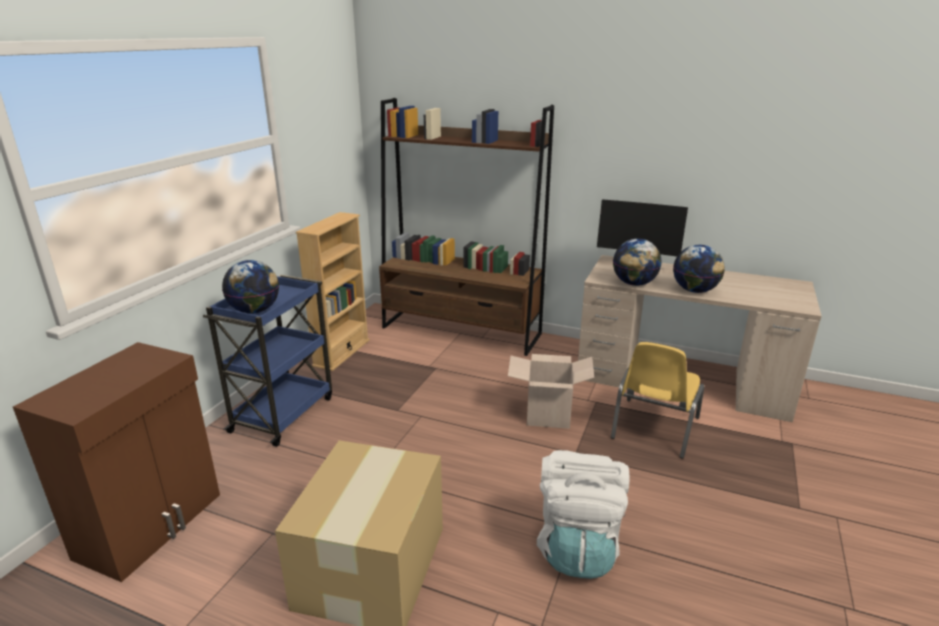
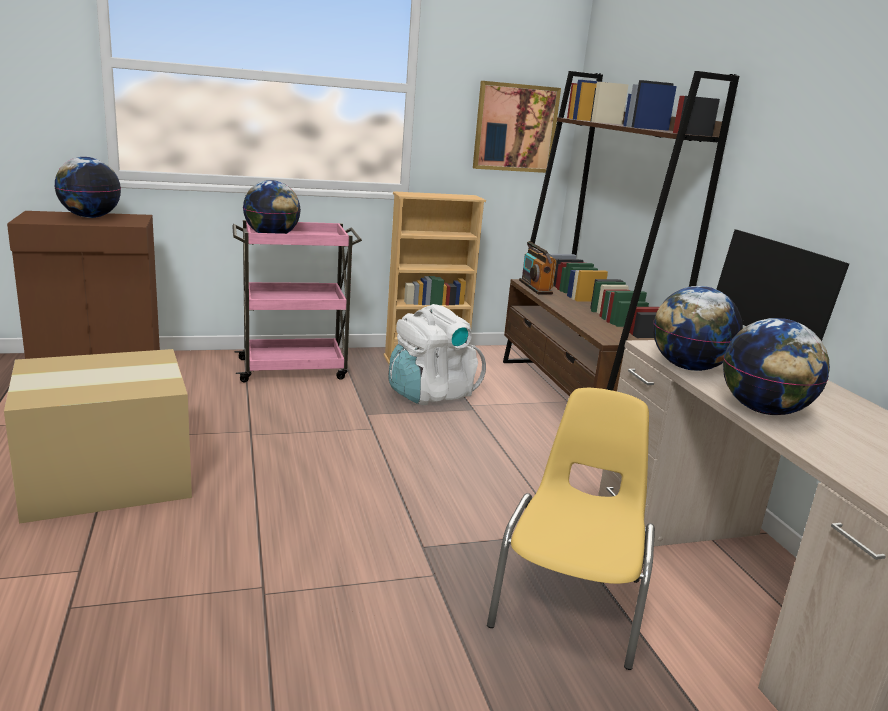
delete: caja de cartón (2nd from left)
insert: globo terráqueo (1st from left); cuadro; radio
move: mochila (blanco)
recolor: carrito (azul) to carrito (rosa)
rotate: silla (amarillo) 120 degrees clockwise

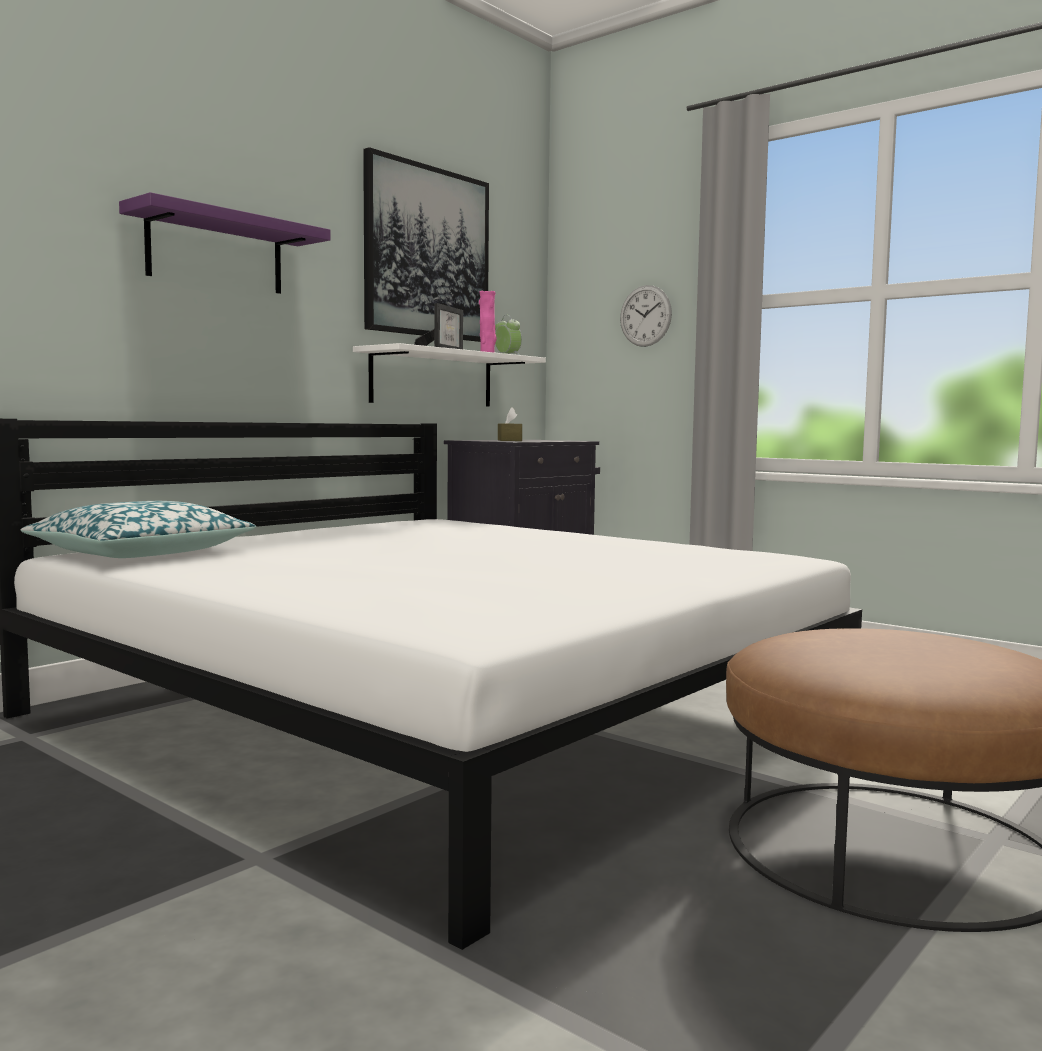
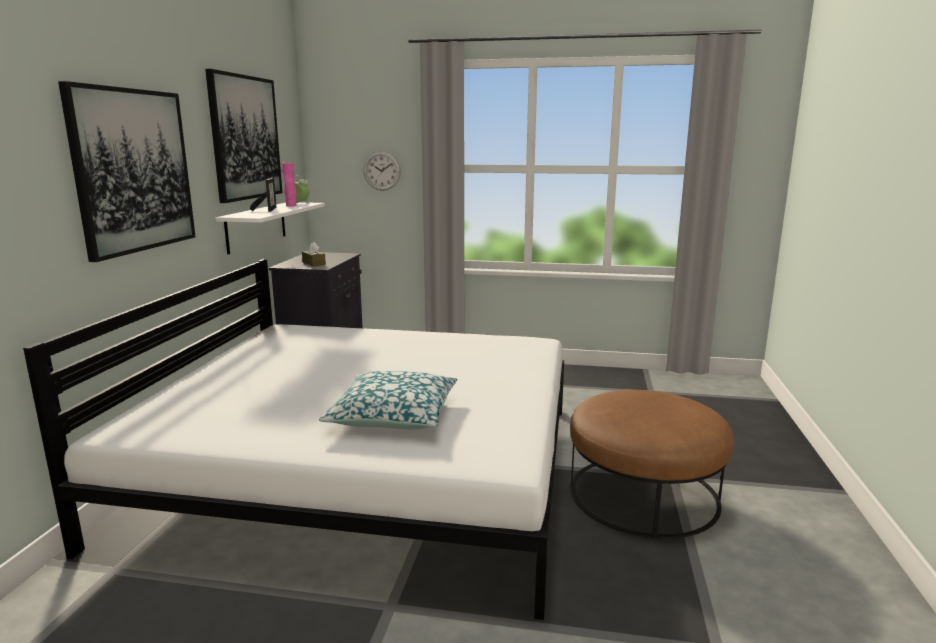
move: cojín
replace: estante (morado) to cuadro (1st from left)

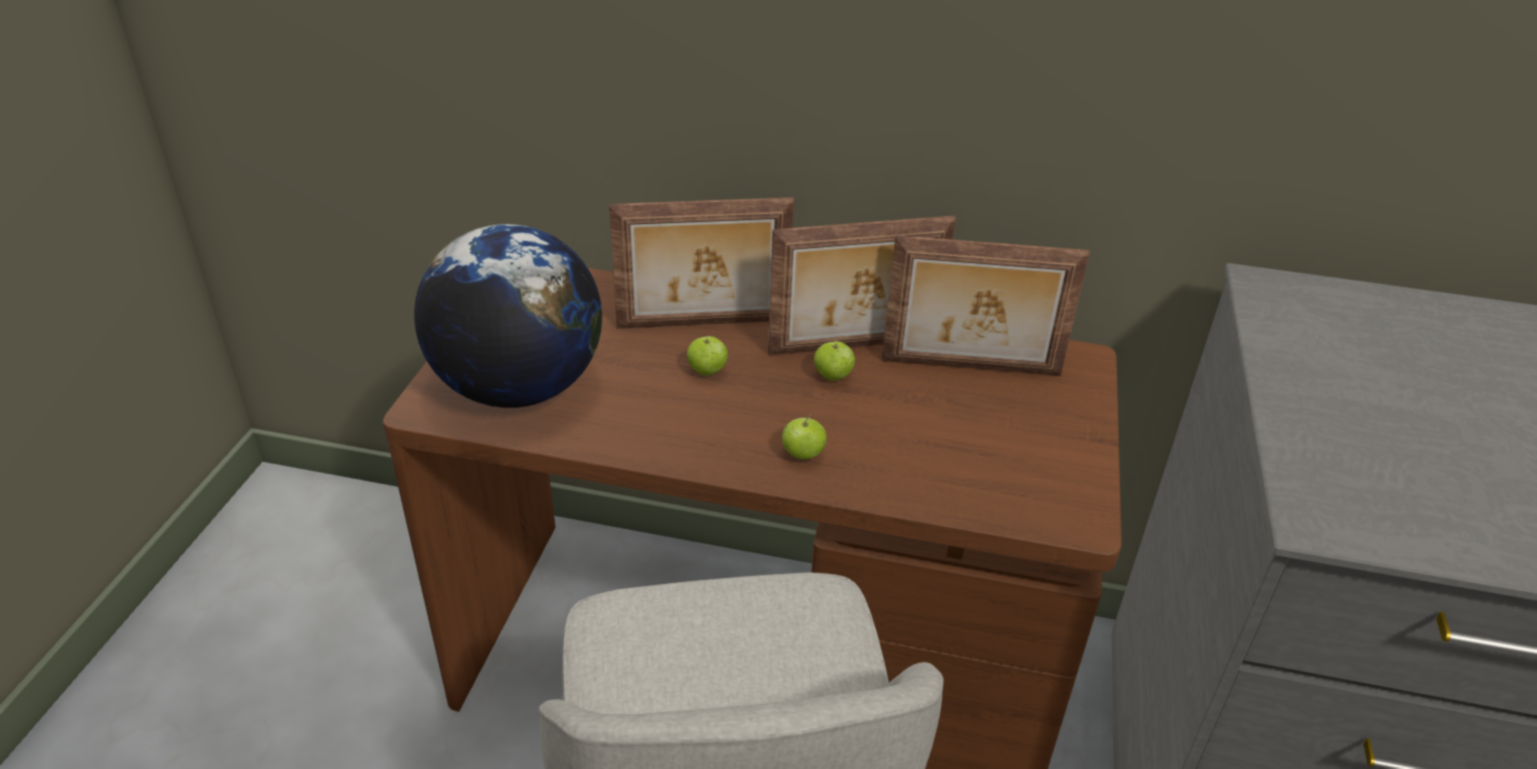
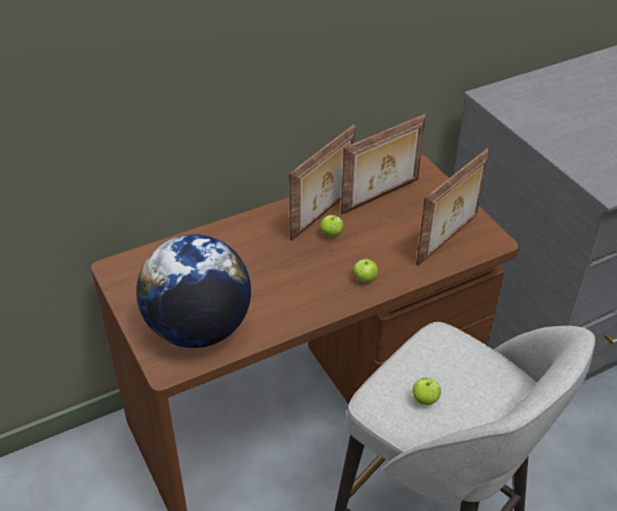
move: manzana (1st from left in the first image) to manzana (3rd from left); portarretratos (1st from left in the first image) to portarretratos (3rd from left)

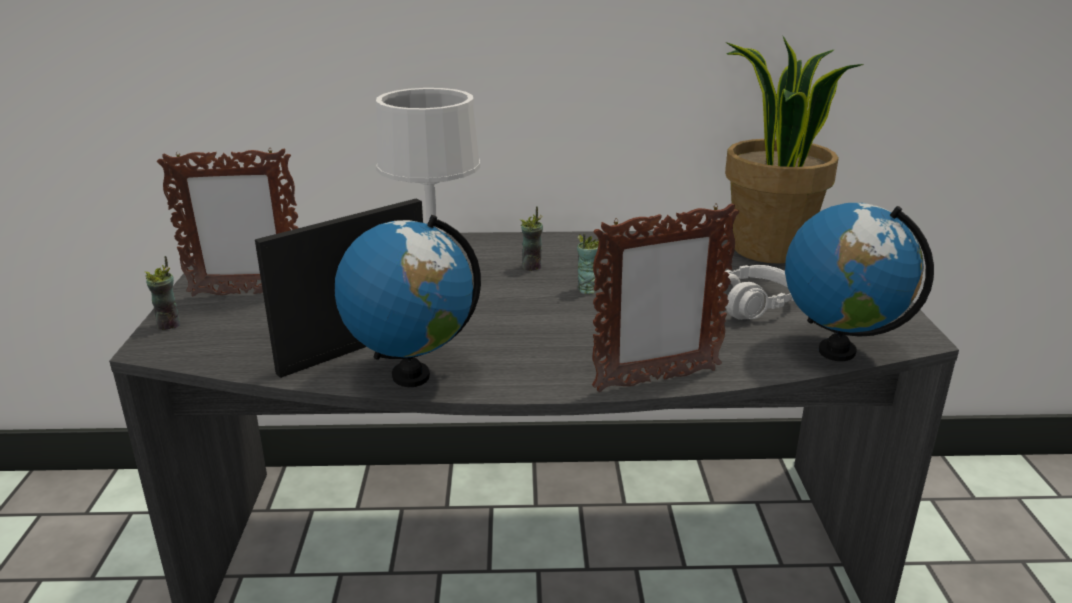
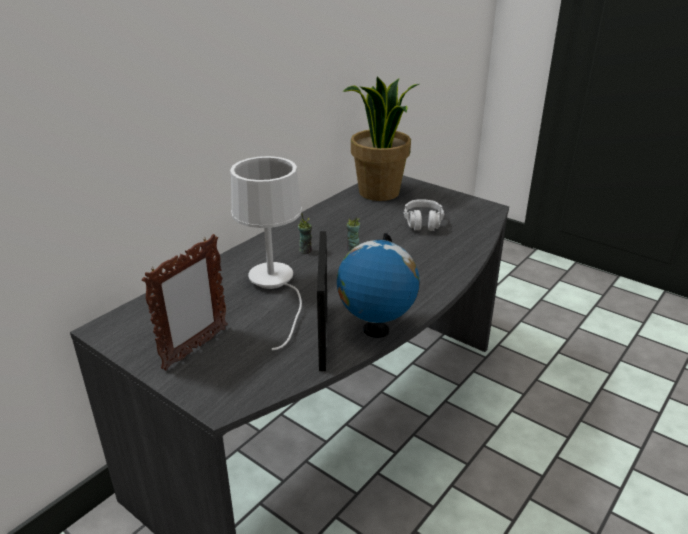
delete: taza (1st from left); portarretratos (3rd from left); globo terráqueo (2nd from left)

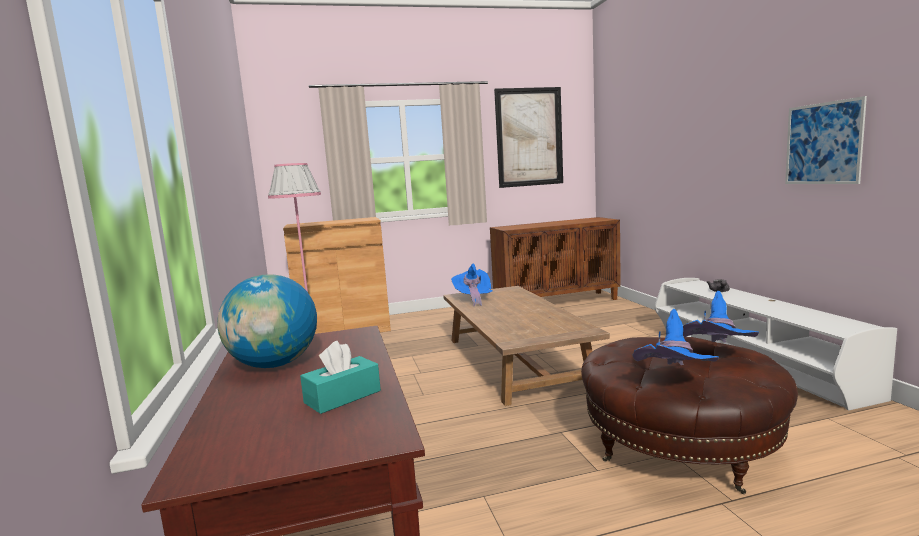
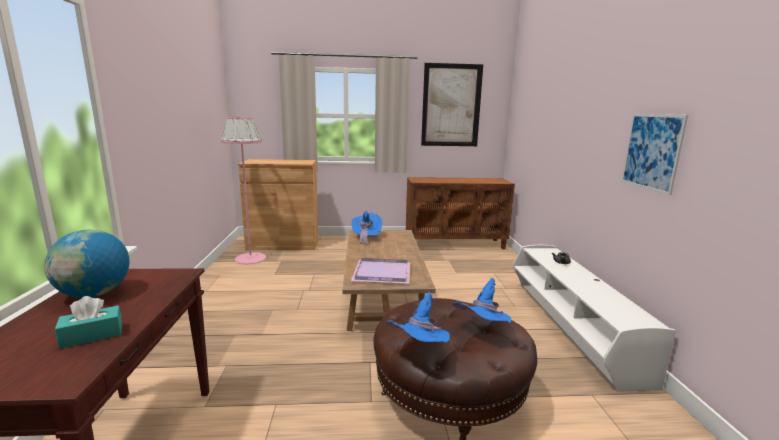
insert: bandeja (morado)

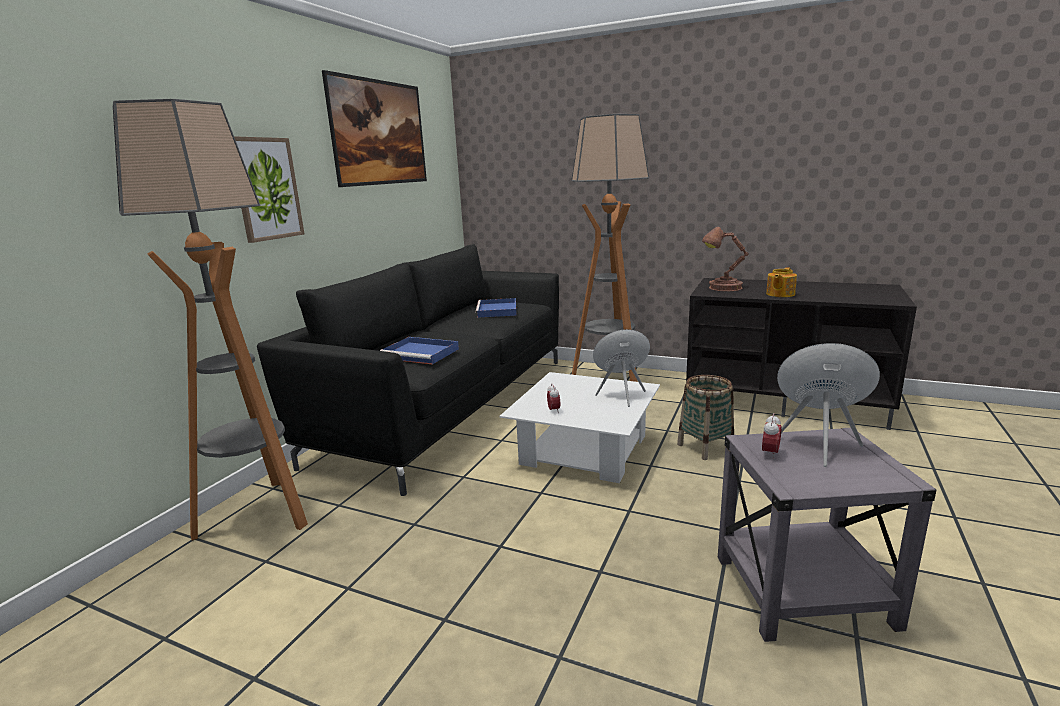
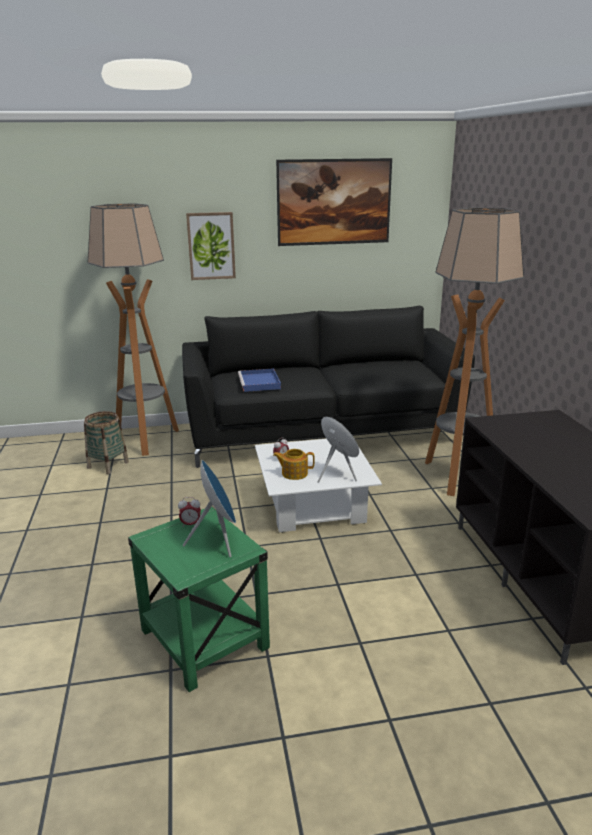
delete: bandeja (azul) (2nd from left); lámpara de mesa (marrón)
move: cesta; tetera
recolor: mesa auxiliar (gris) to mesa auxiliar (verde)

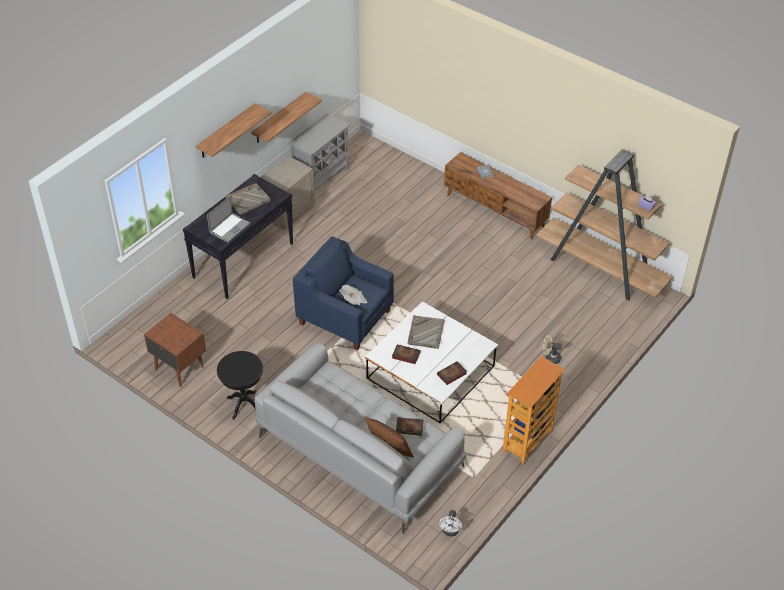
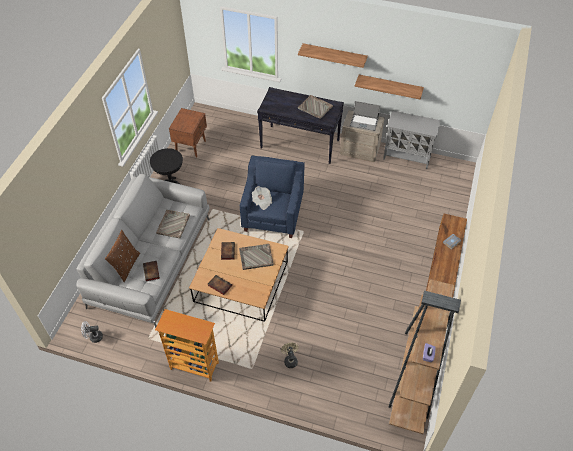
insert: bandeja (gris) (1st from left)
move: portátil
recolor: mesa de centro (blanco) to mesa de centro (marrón)

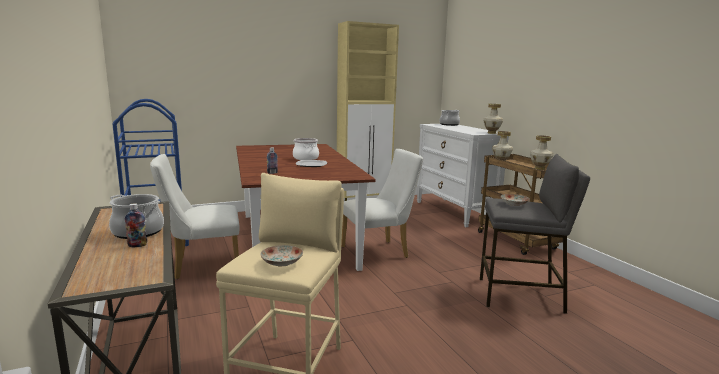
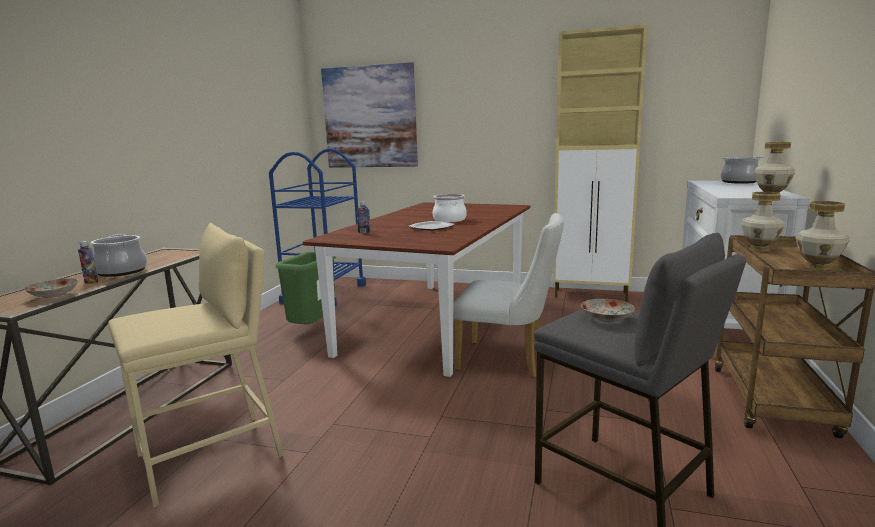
insert: cuadro
move: plato (1st from left)
replace: silla (blanco) (1st from left) to papelera (verde)

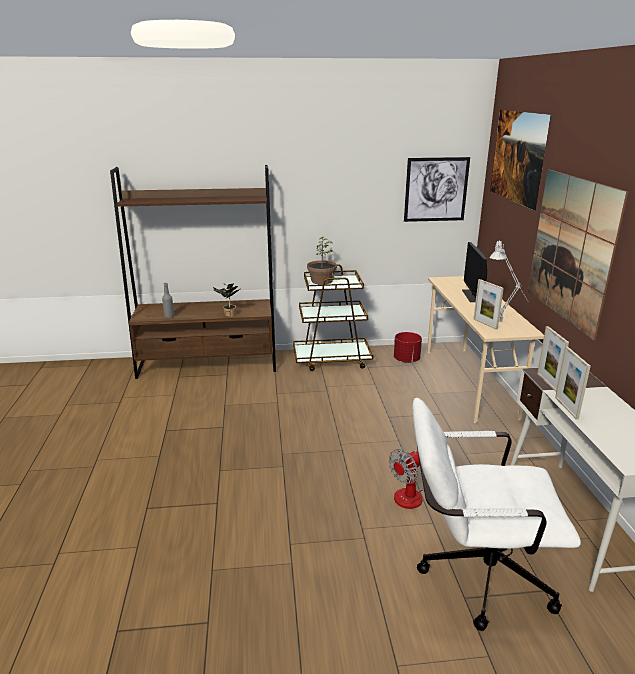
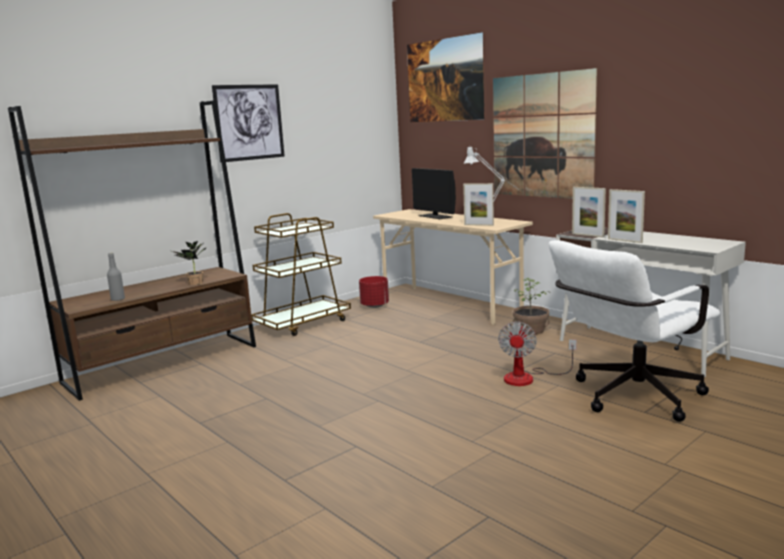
move: cuadro (1st from left); planta en maceta (2nd from left)

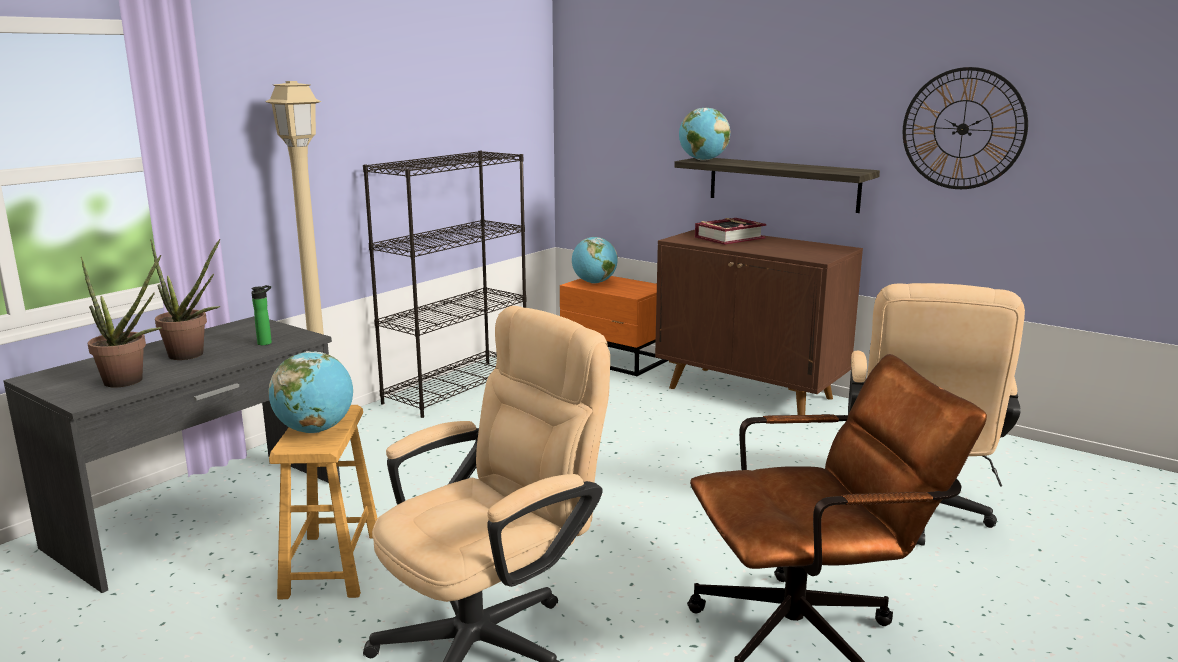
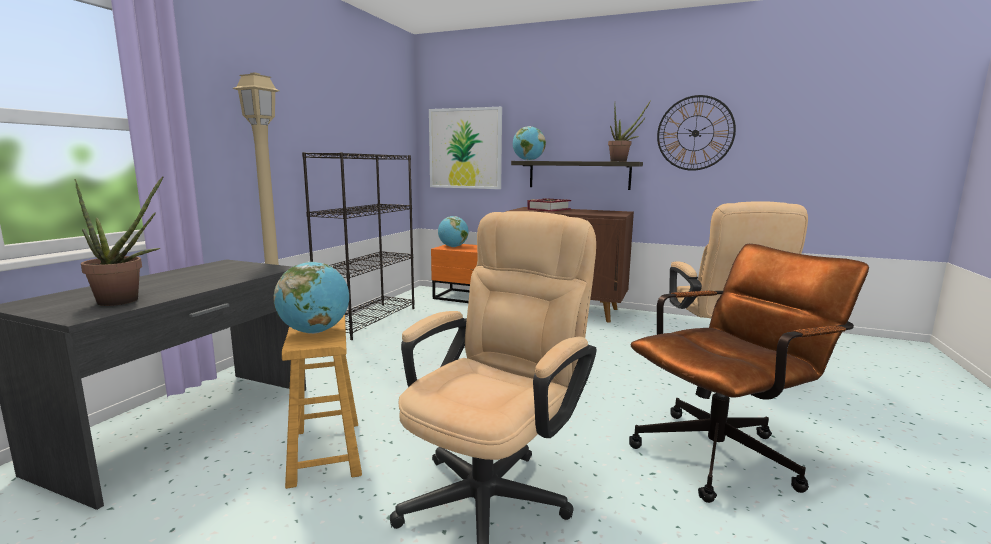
delete: botella
insert: cuadro
move: planta en maceta (2nd from left)

